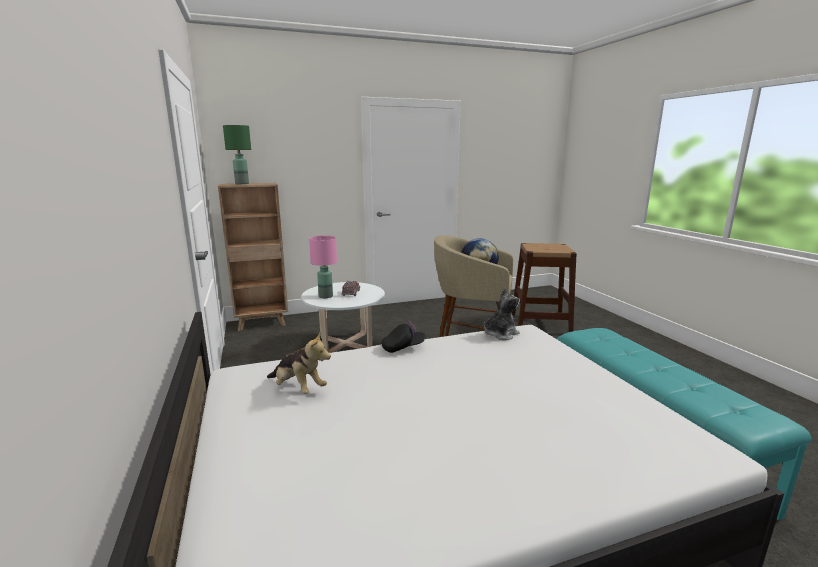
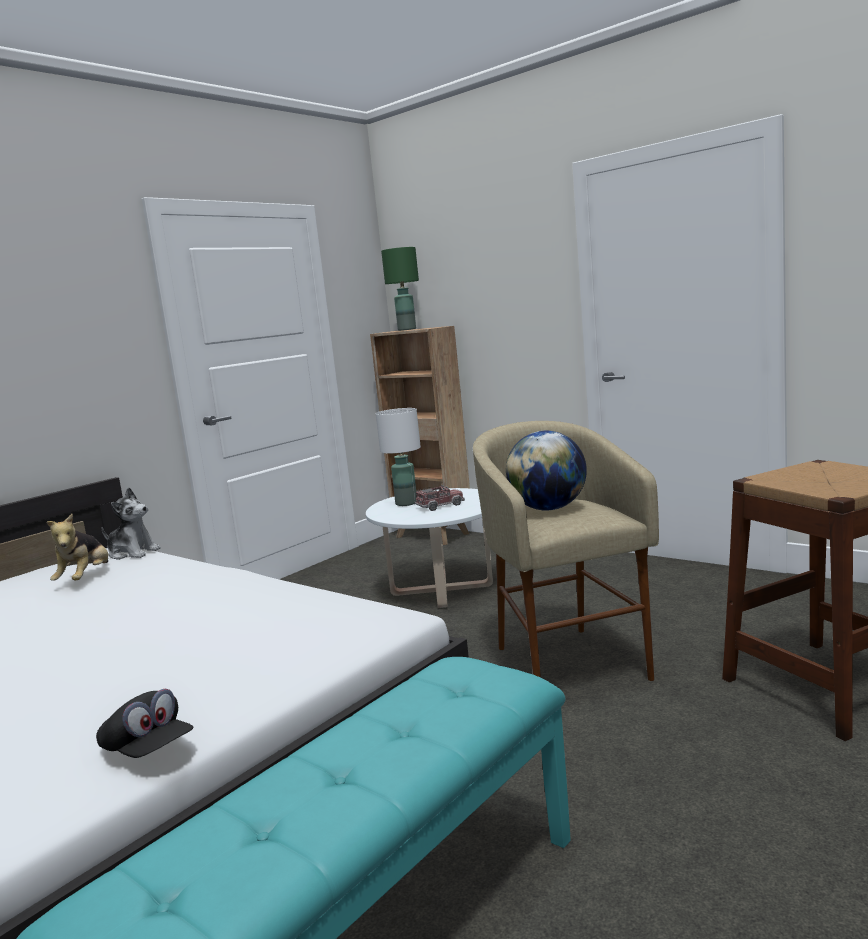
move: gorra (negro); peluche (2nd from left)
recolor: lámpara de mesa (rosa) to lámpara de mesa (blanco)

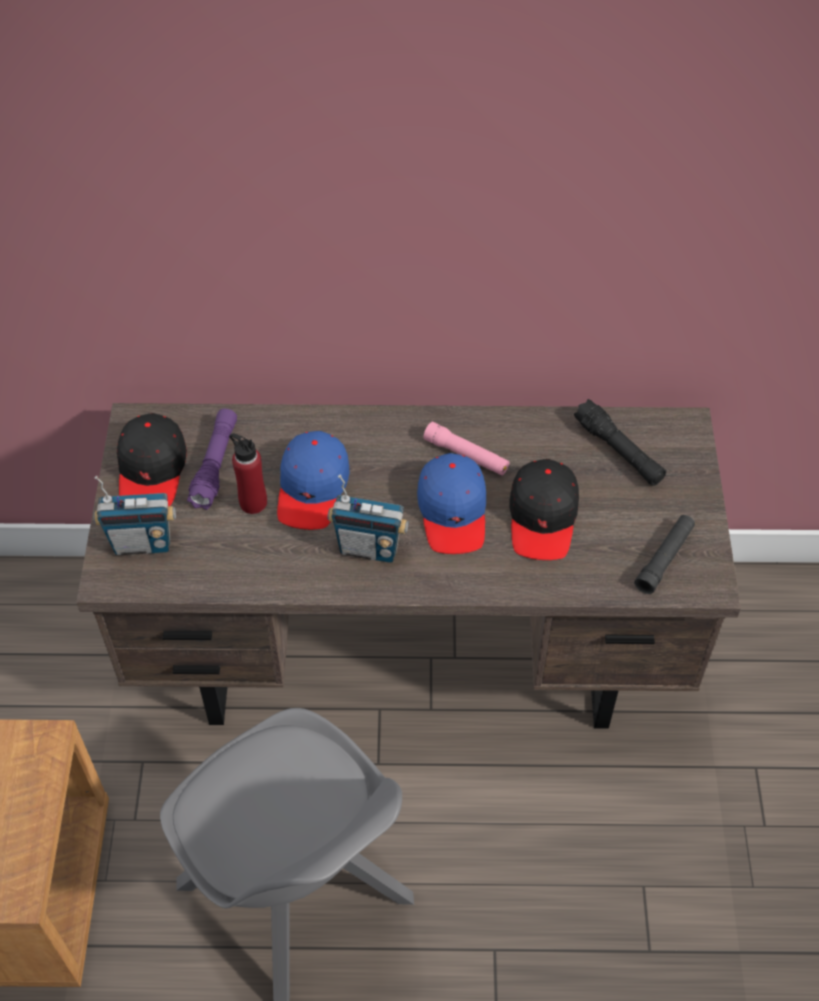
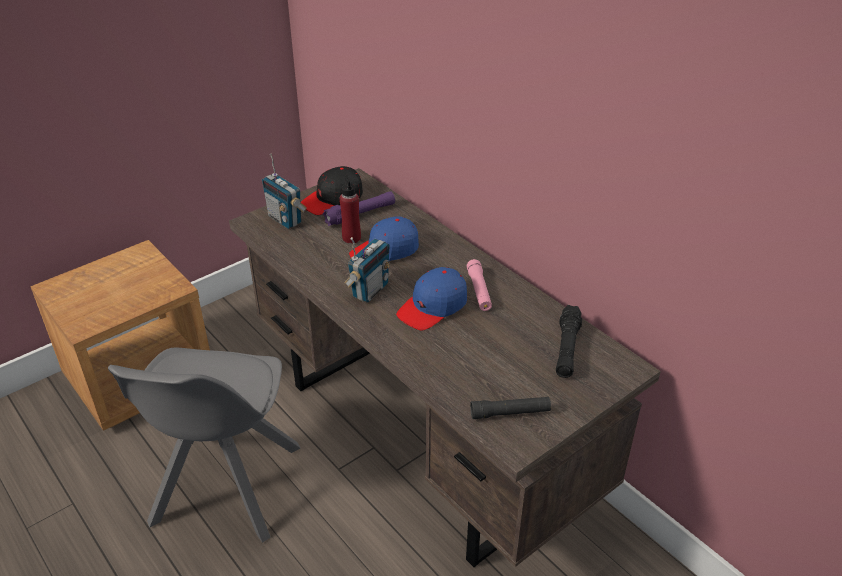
delete: gorra (negro) (2nd from left)
rotate: radio (2nd from left) 120 degrees counterclockwise

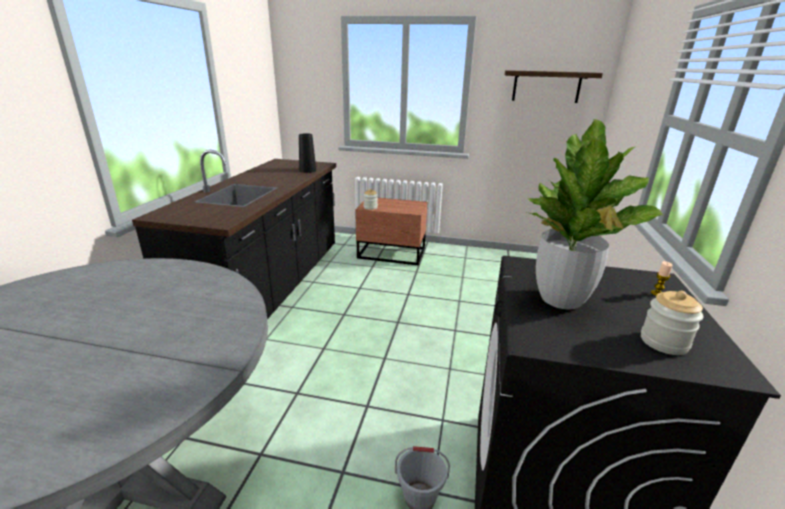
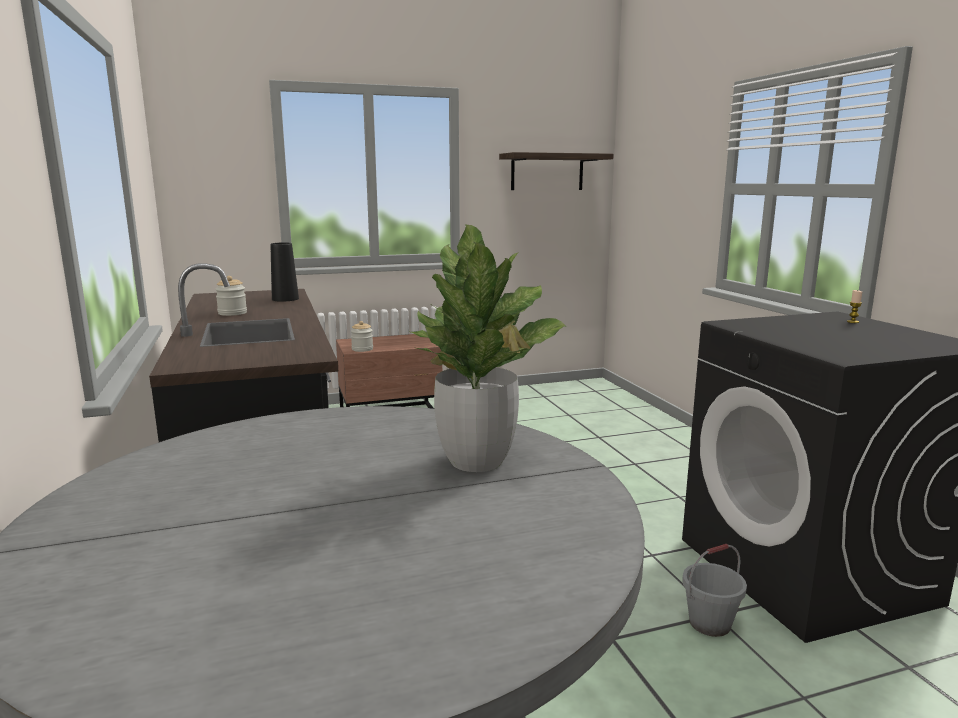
move: tarro (2nd from left in the first image) to tarro (1st from left); planta en maceta

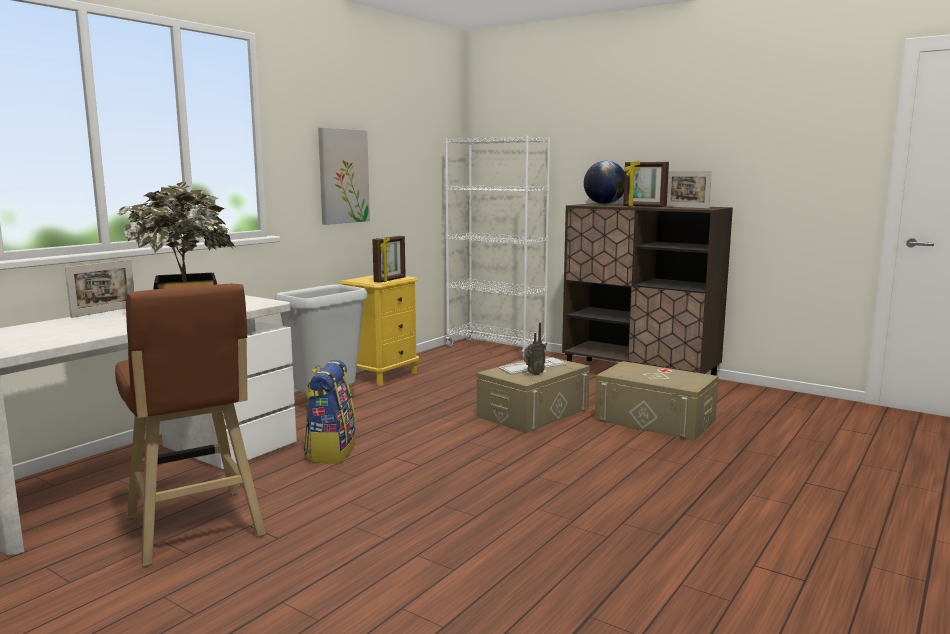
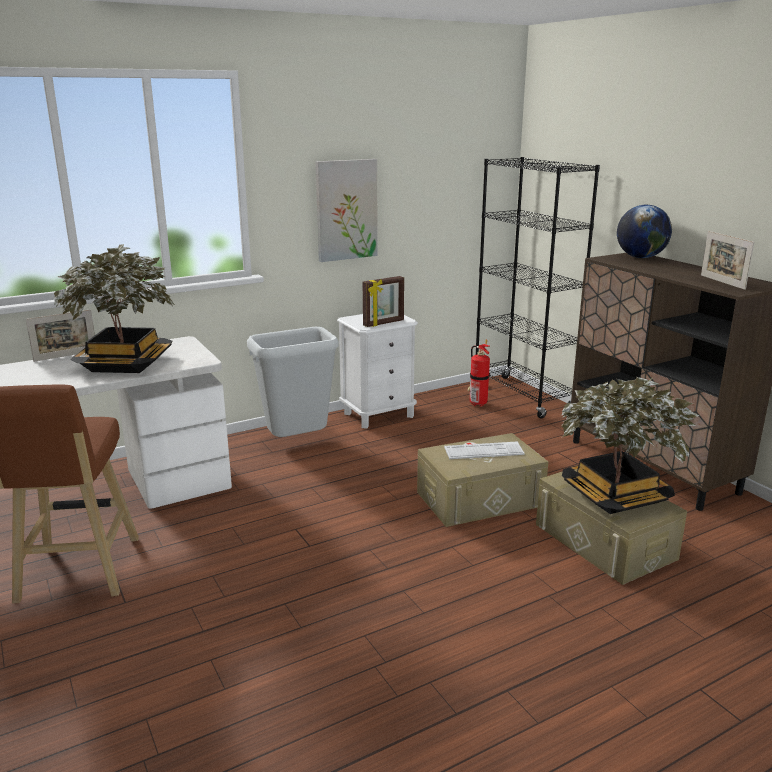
delete: mochila; radio; portarretratos (3rd from left)
insert: extintor; planta en maceta (2nd from left)
recolor: mesita de noche (amarillo) to mesita de noche (blanco); estantería (blanco) to estantería (negro)

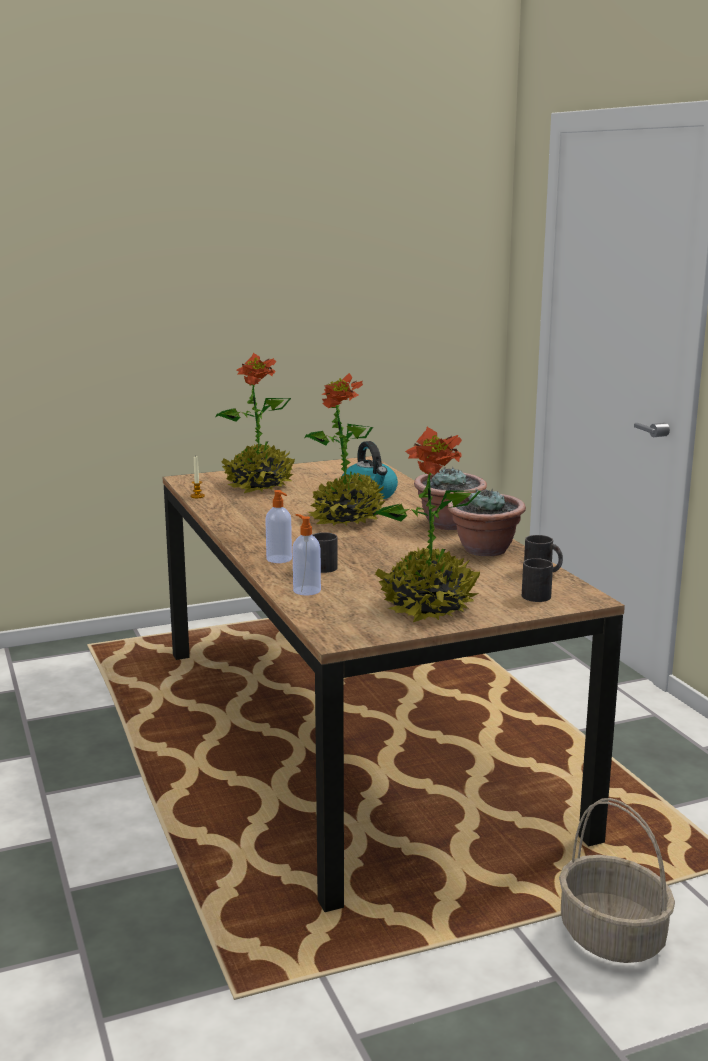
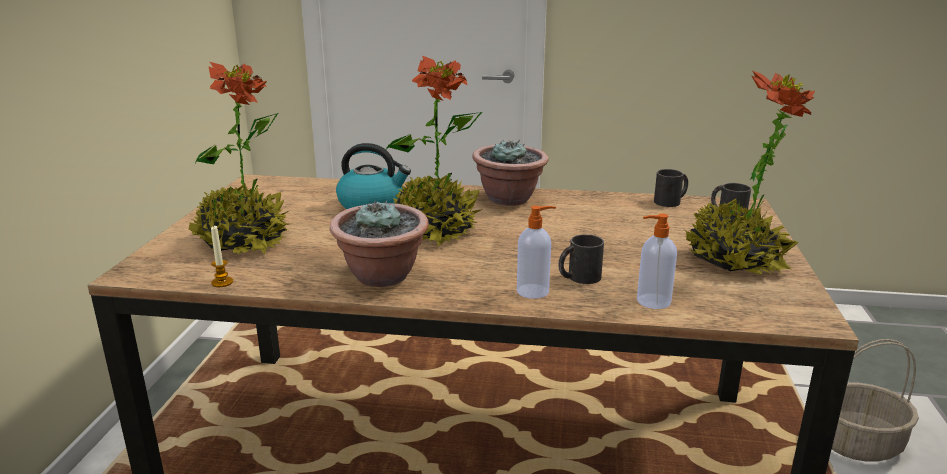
move: planta en maceta (5th from left in the first image) to planta en maceta (2nd from left)

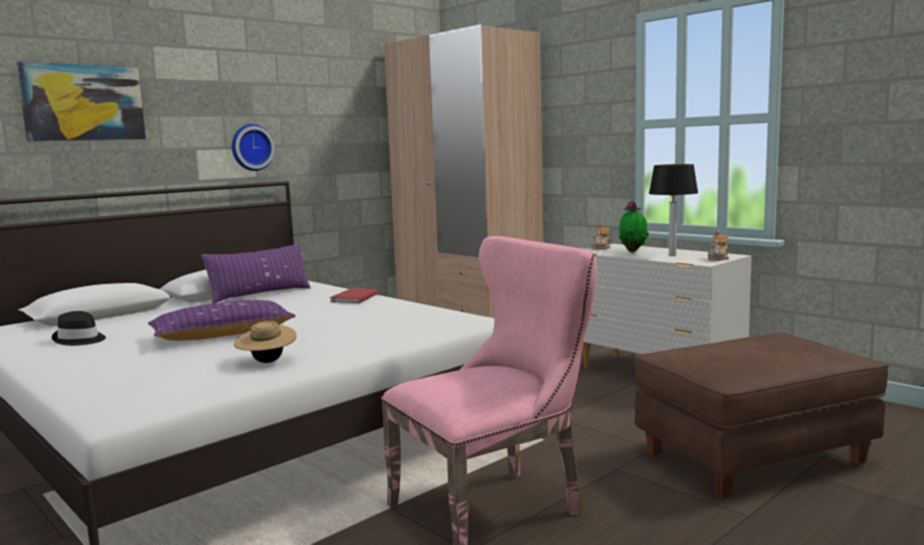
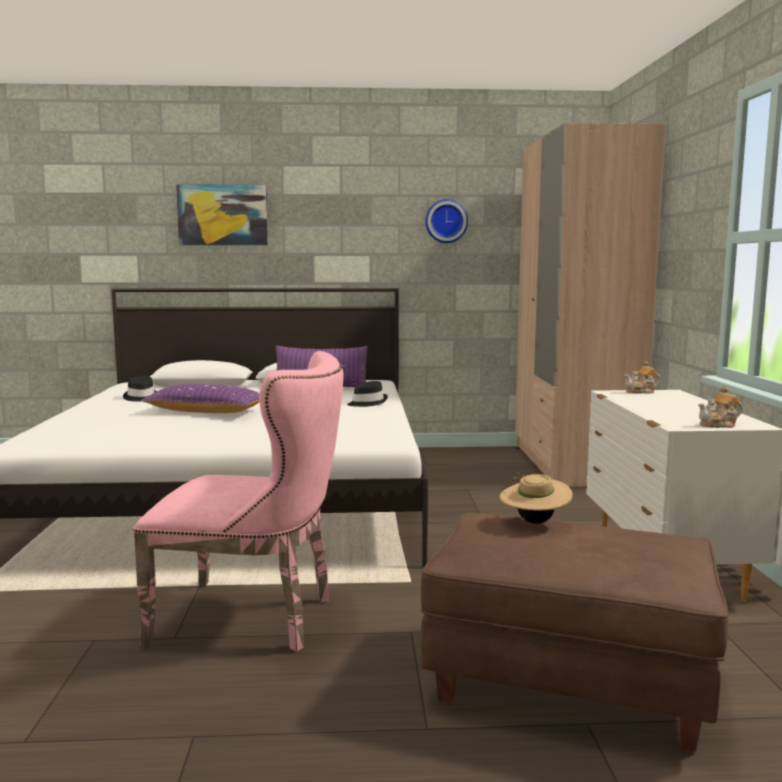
delete: planta en maceta; lámpara de mesa
move: reloj de pared; sombrero (beis)
replace: libro (rojo) to sombrero (negro) (2nd from left)

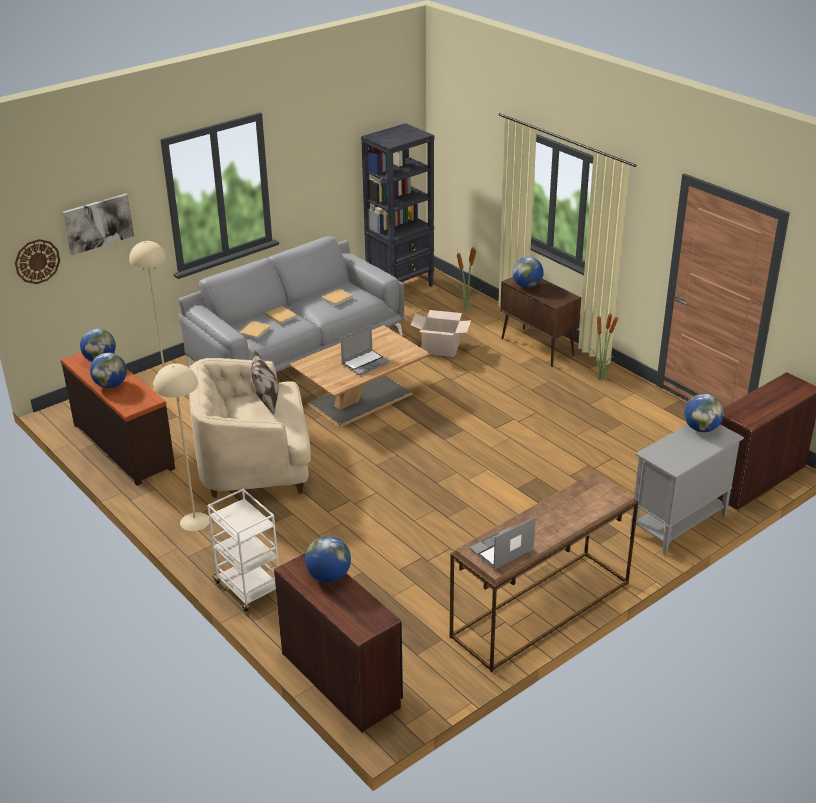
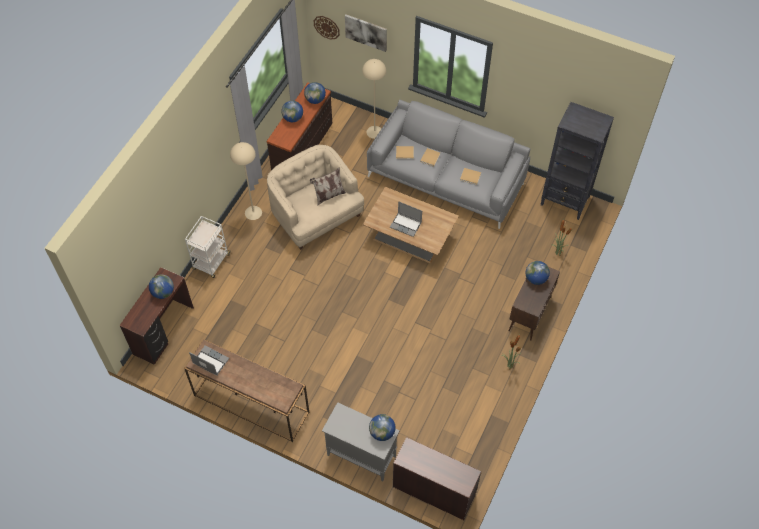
delete: caja de cartón

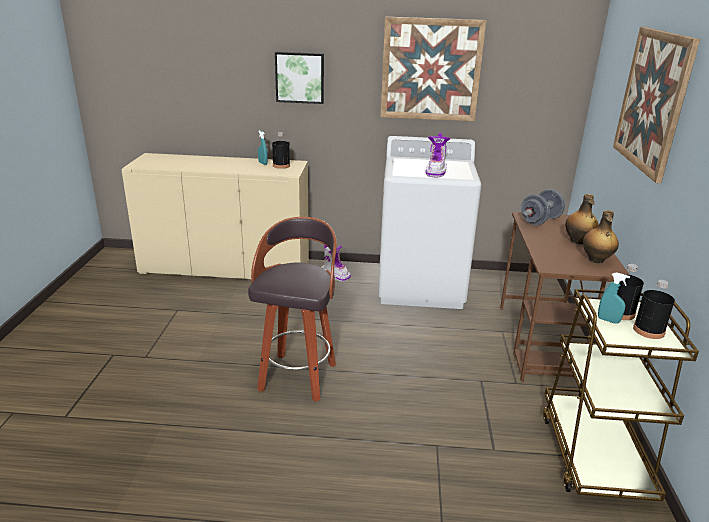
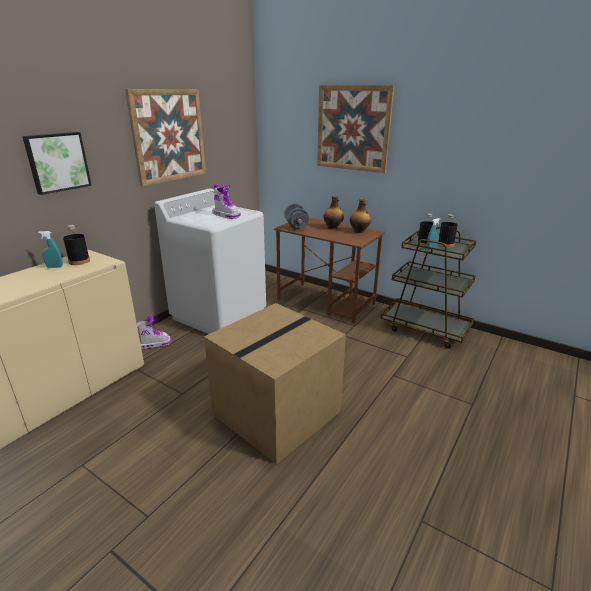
replace: taburete to caja de cartón

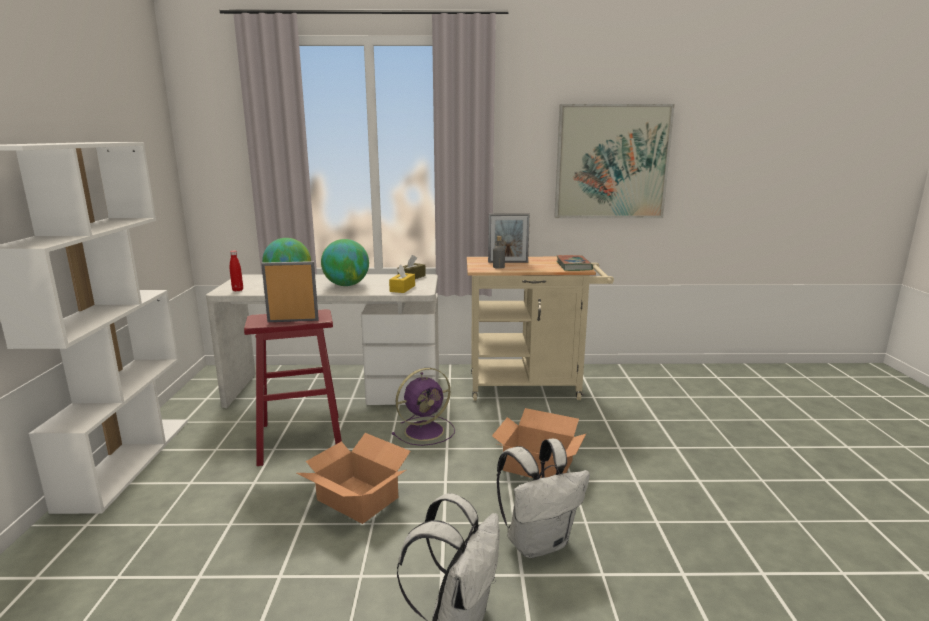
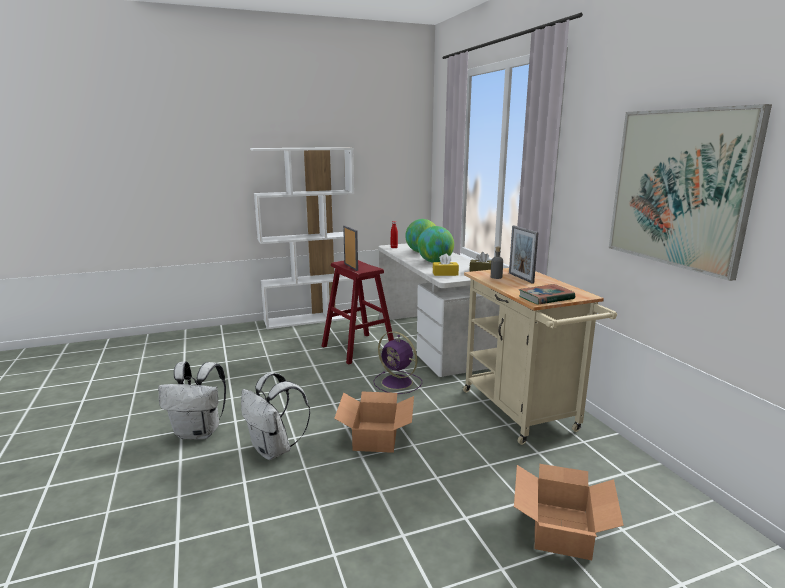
move: caja de cartón (1st from left in the first image) to caja de cartón (2nd from left)

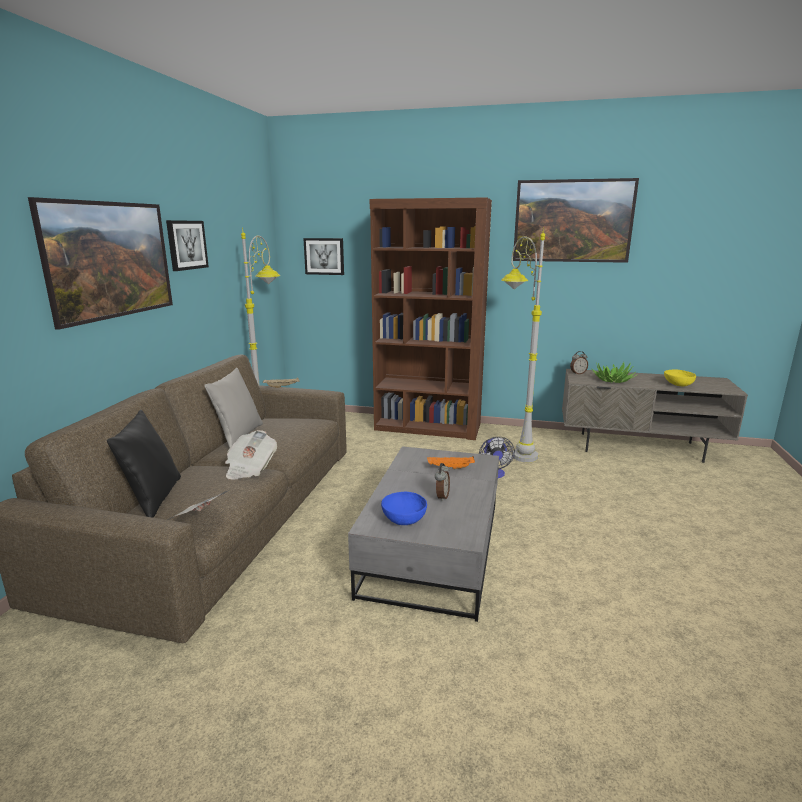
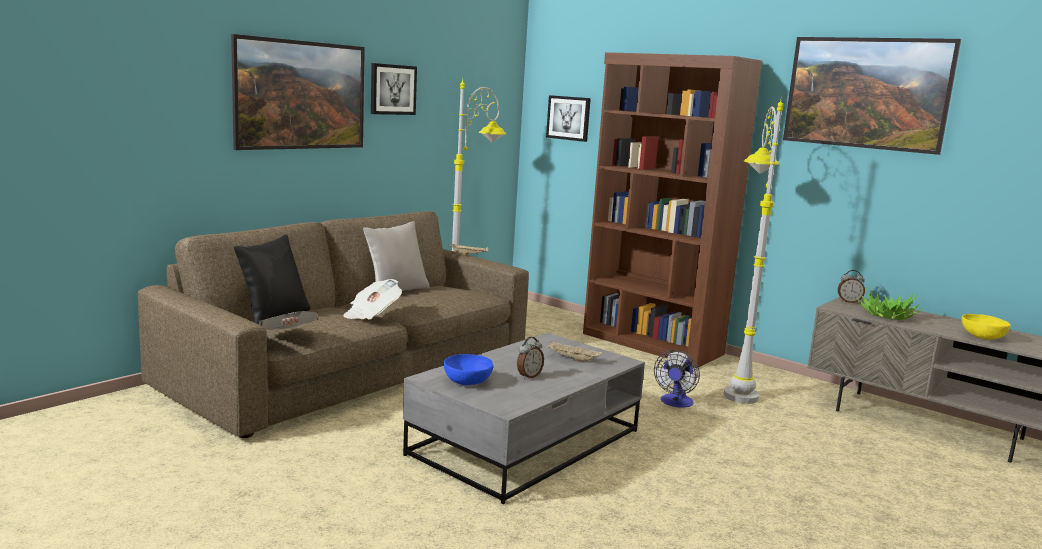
recolor: bandeja (naranja) to bandeja (beis) (2nd from left)

